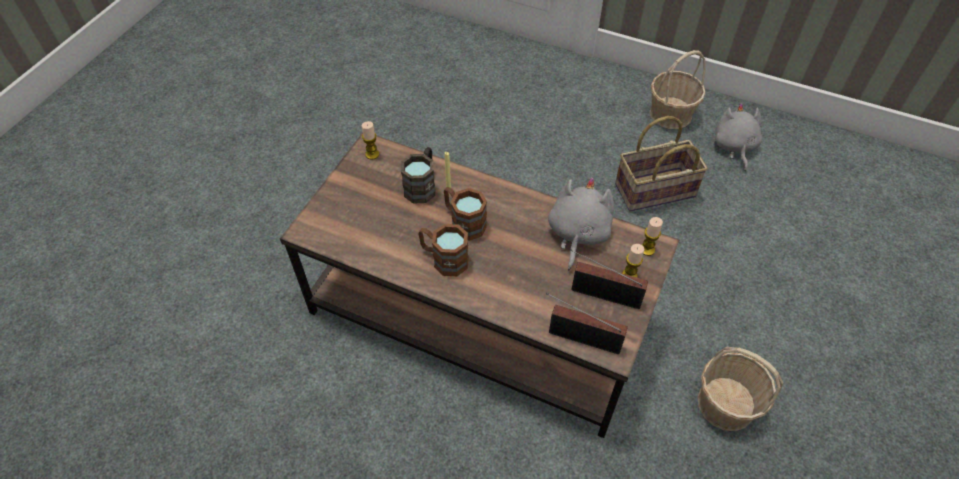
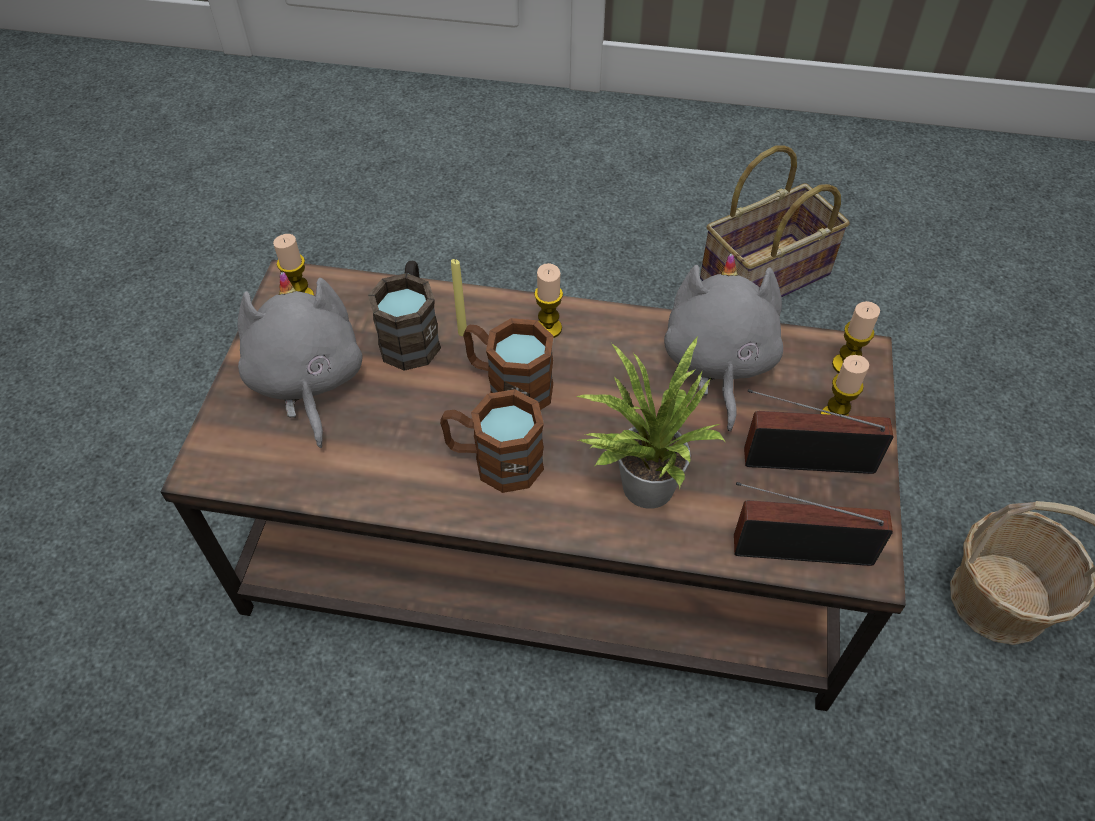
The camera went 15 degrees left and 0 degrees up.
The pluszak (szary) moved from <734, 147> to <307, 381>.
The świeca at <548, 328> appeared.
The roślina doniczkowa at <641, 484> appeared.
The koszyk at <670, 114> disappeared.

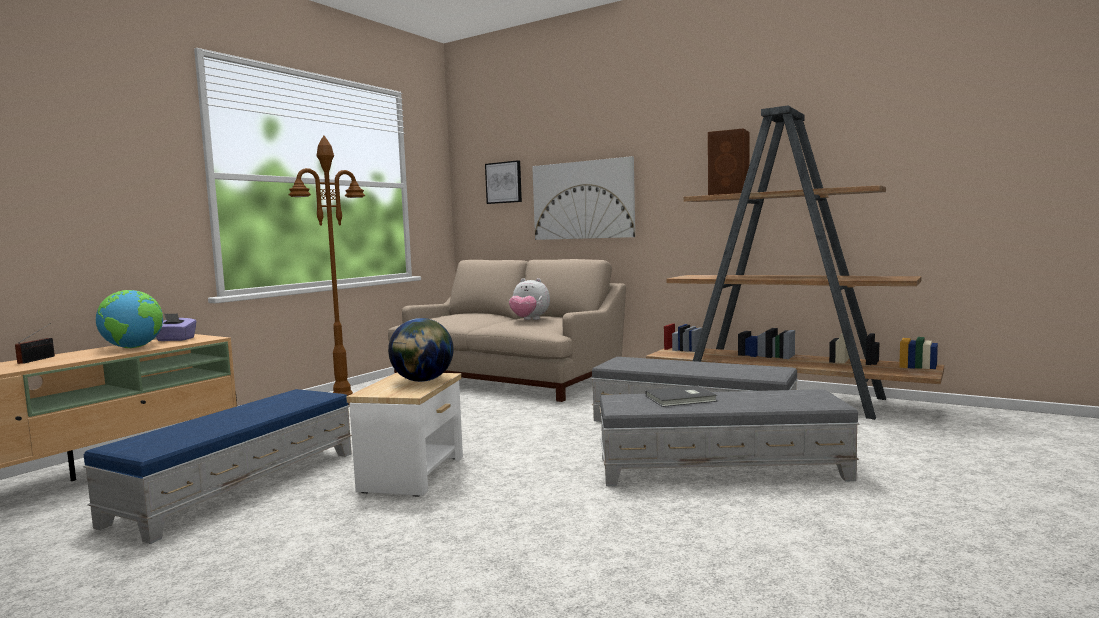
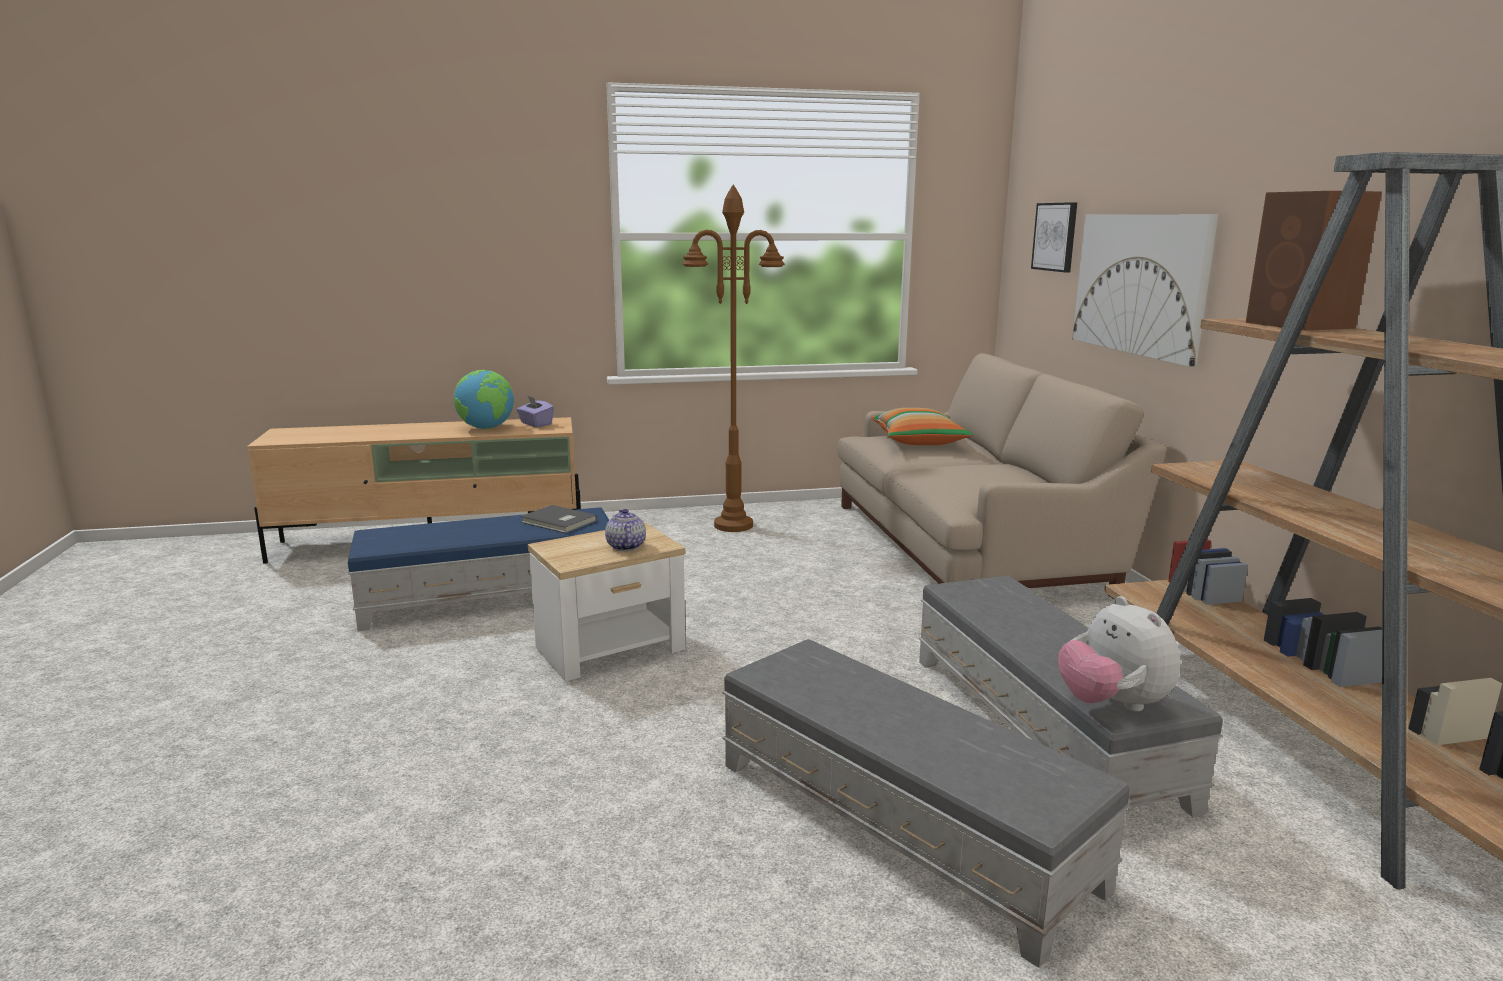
The camera went 45 degrees right and 10 degrees up.
The książka (szary) moved from <682, 399> to <558, 522>.
The globus at <422, 381> was replaced by the imbryk at <625, 546>.
The poduszka at <919, 441> appeared.
The pluszak moved from <529, 320> to <1112, 704>.
The radio at <39, 359> disappeared.

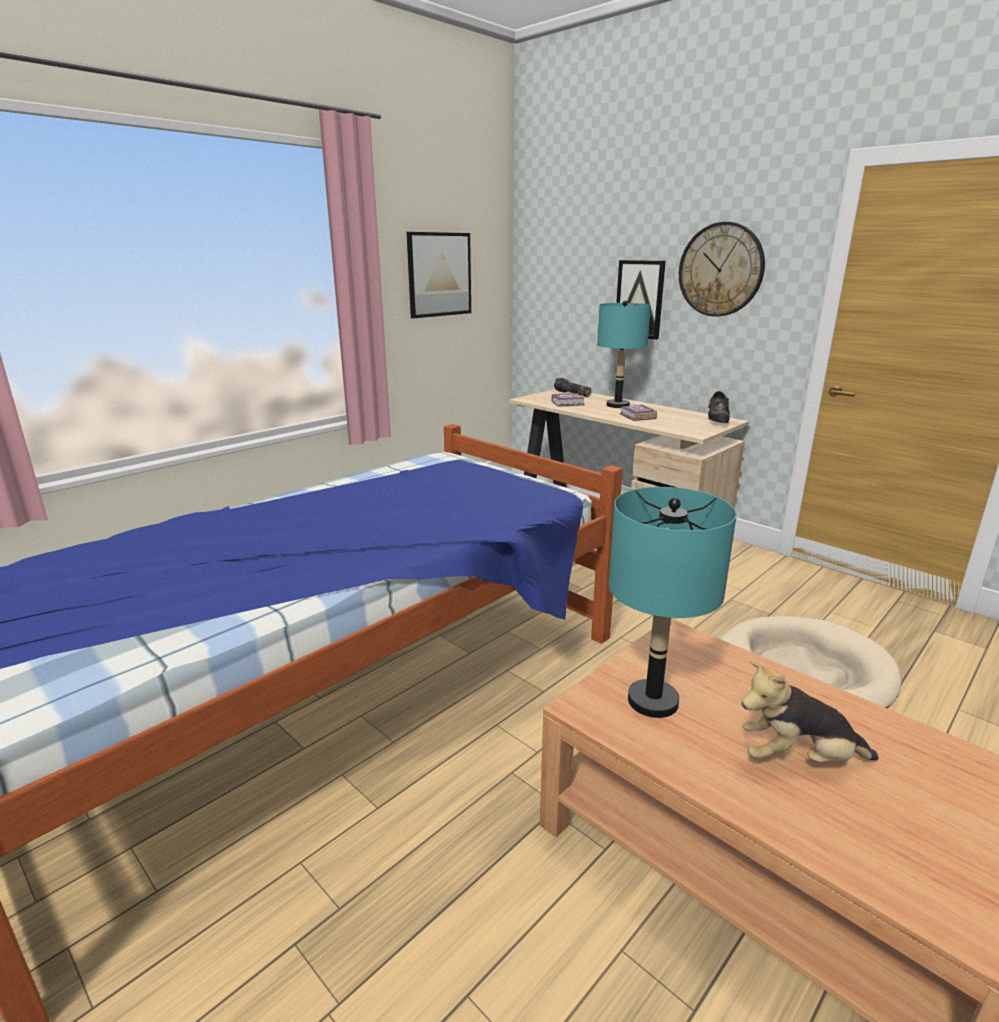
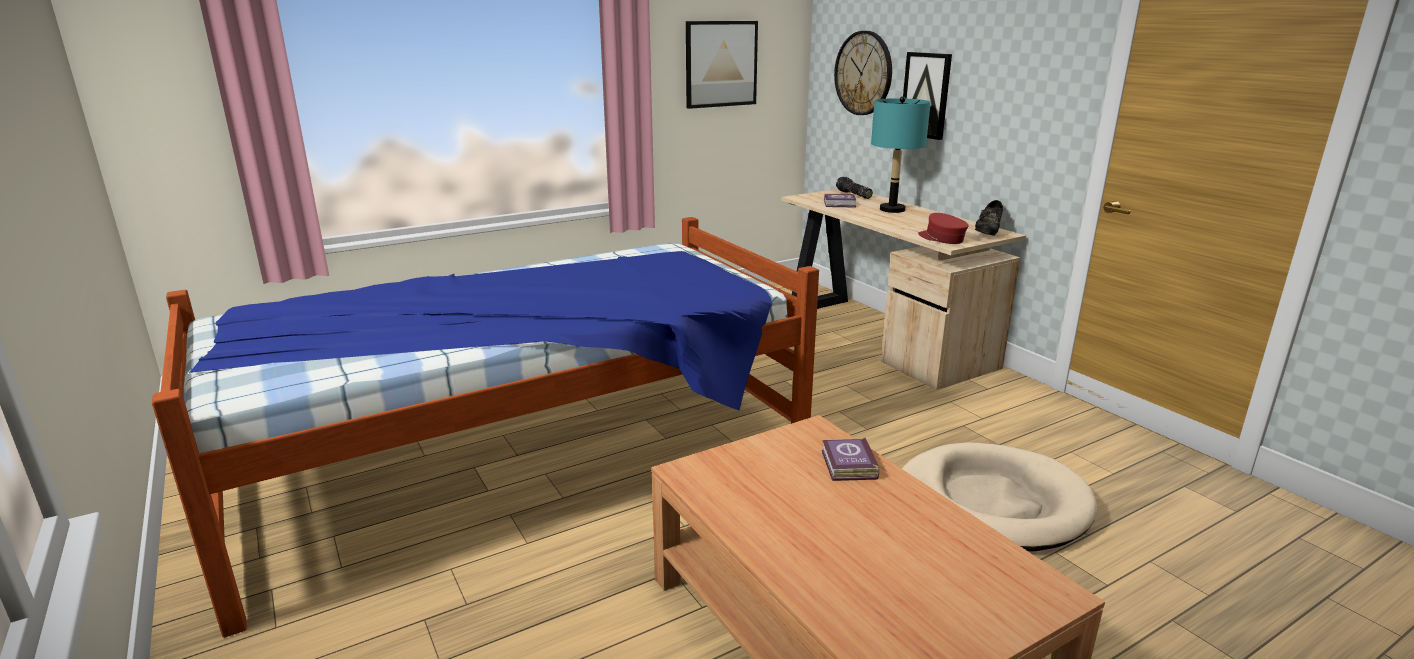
The camera went 15 degrees right and 0 degrees up.
The książka moved from <637, 416> to <848, 465>.
The zegar ścienny moved from <721, 270> to <863, 73>.
The czapka z daszkiem (czerwony) at <941, 238> appeared.
The lampa stołowa (turkusowy) at <653, 702> disappeared.
The pluszak at <797, 758> disappeared.

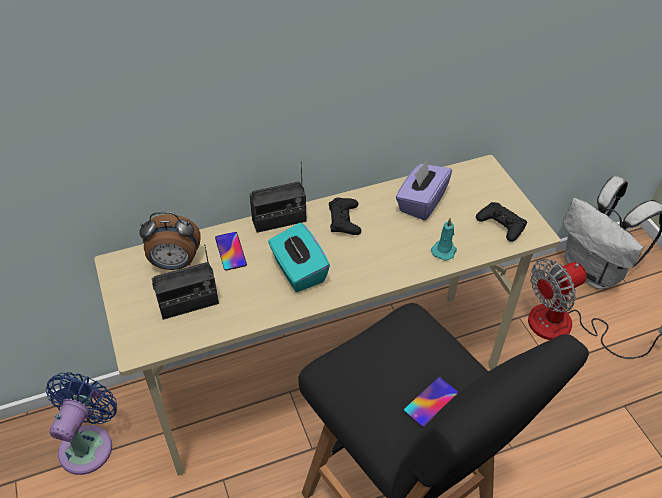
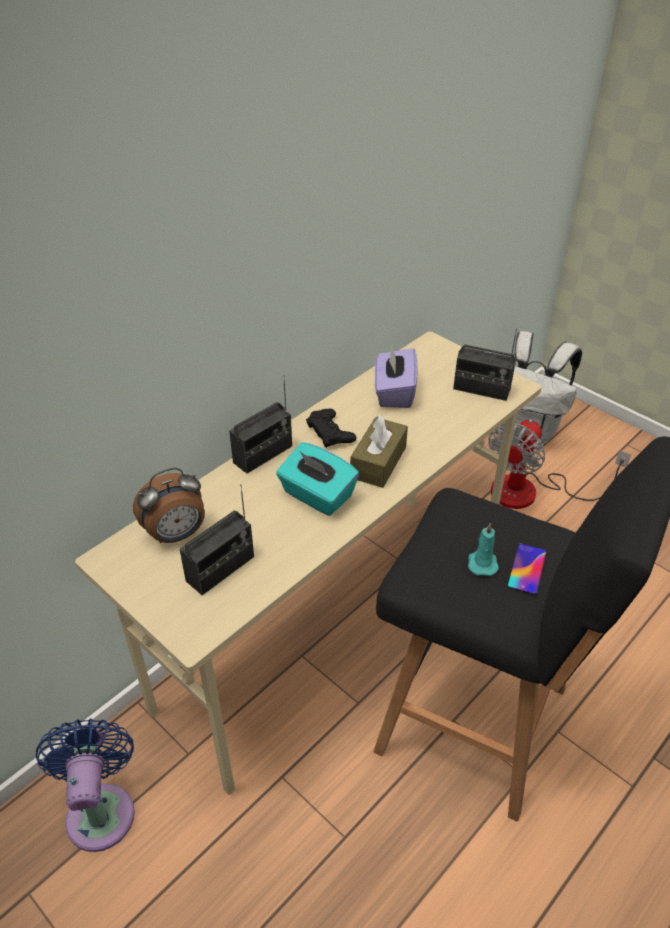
The camera went 25 degrees left and 5 degrees down.
The pudełko chusteczek (brązowy) at <378, 462> appeared.
The pad do gier (czarny) at <501, 225> was replaced by the radio at <481, 389>.
The świeca (turkusowy) moved from <444, 250> to <482, 563>.
The telefon at <230, 251> disappeared.

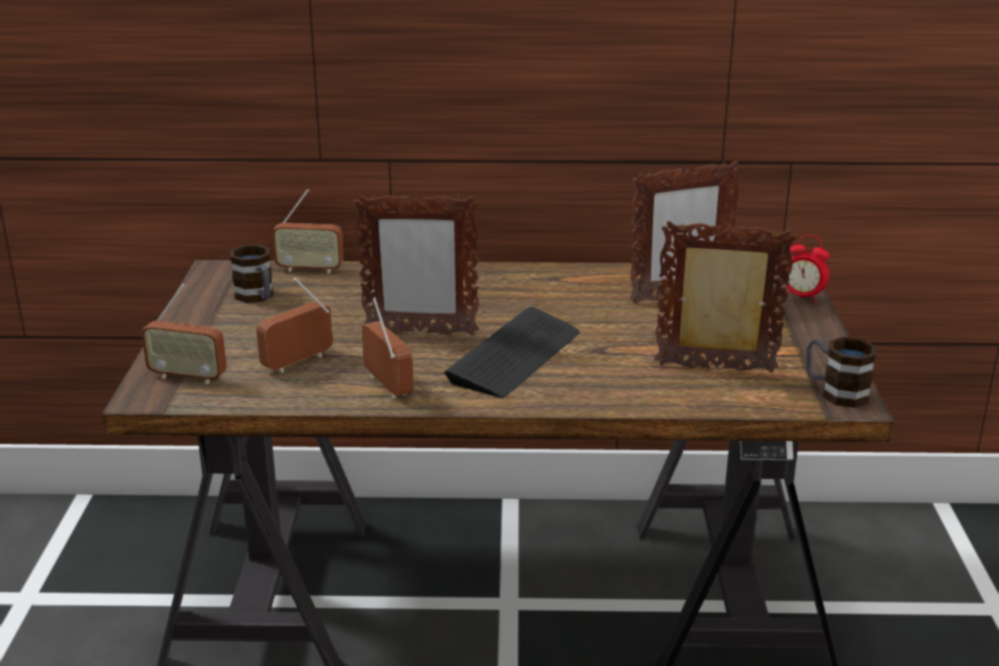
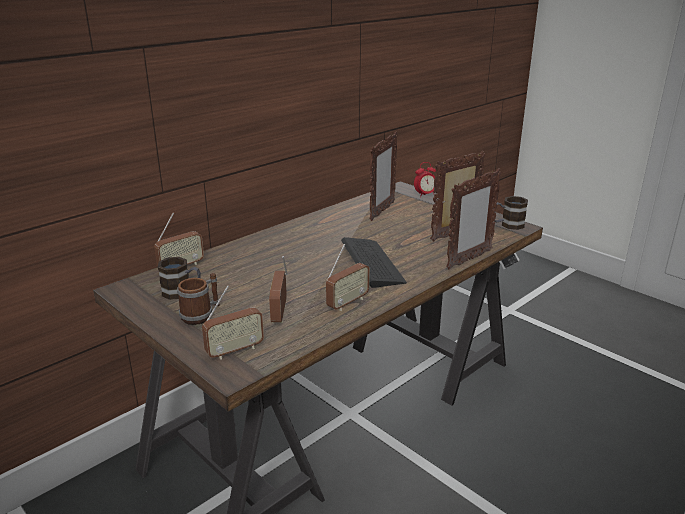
The camera went 45 degrees left and 0 degrees up.
The kubek at <201, 314> appeared.
The radio at <387, 386> turned 120 degrees clockwise.
The ramka na zdjęcie moved from <420, 332> to <468, 260>.

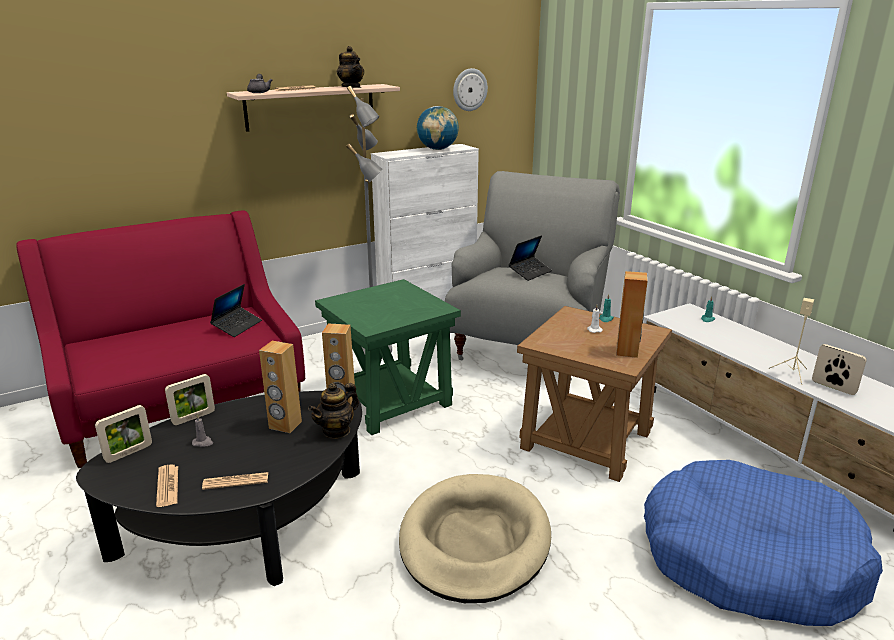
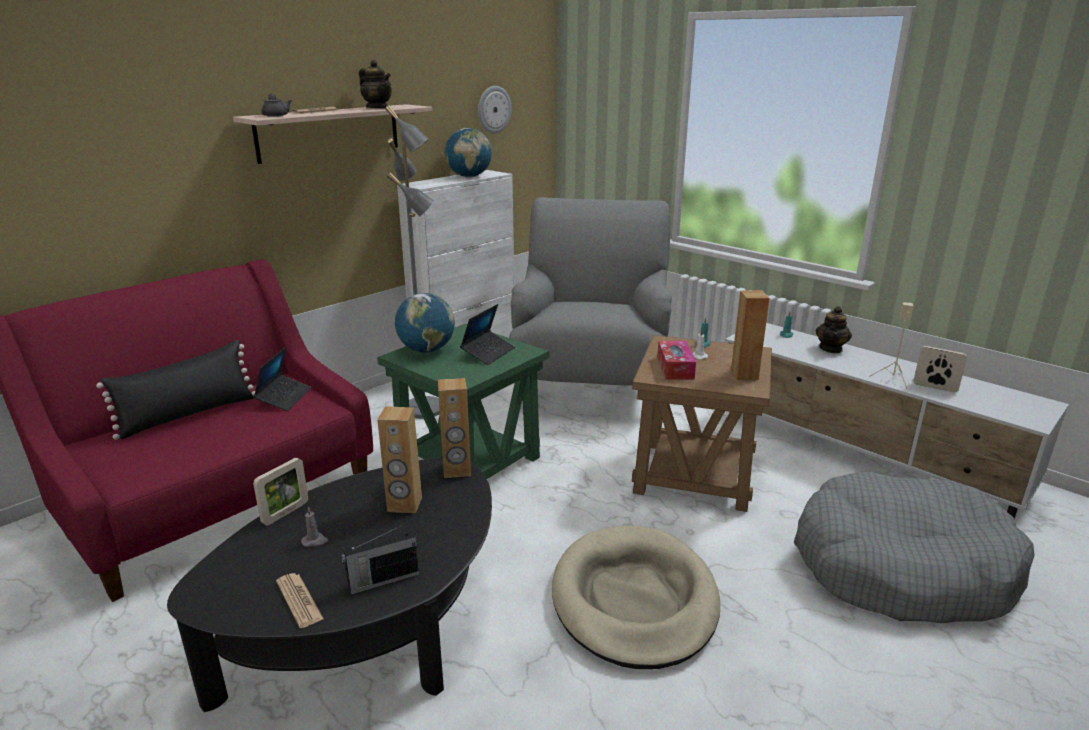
The camera went 15 degrees left and 0 degrees up.
The poduszka (czarny) at <188, 415> appeared.
The gazeta at <236, 481> was replaced by the radio at <382, 580>.
The globus at <426, 350> appeared.
The laptop moved from <530, 272> to <488, 353>.
The pudełko chusteczek at <675, 368> appeared.
The legowisko (niebieski) at <748, 560> became the legowisko (szary) at <900, 568>.
The imbryk moved from <336, 431> to <831, 349>.
The ramka na zdjęcie at <128, 453> disappeared.

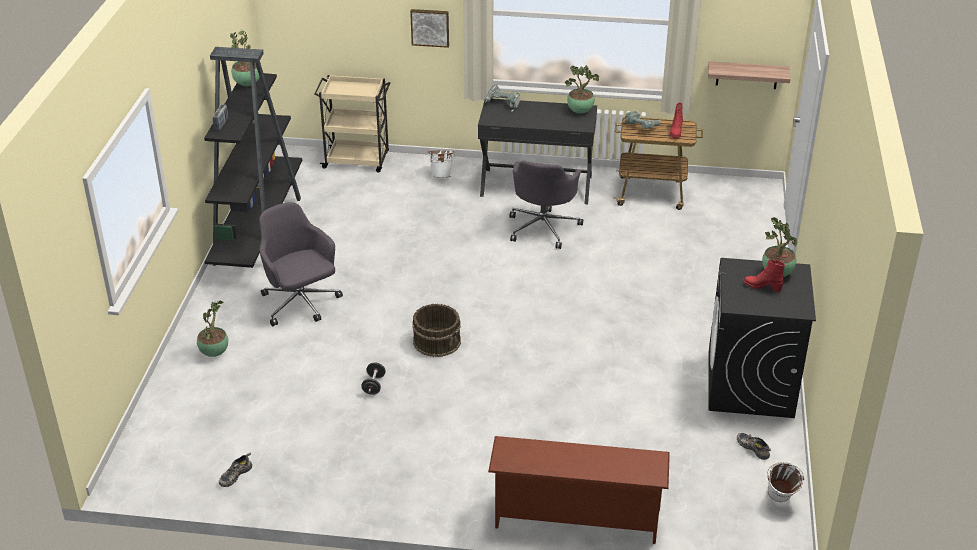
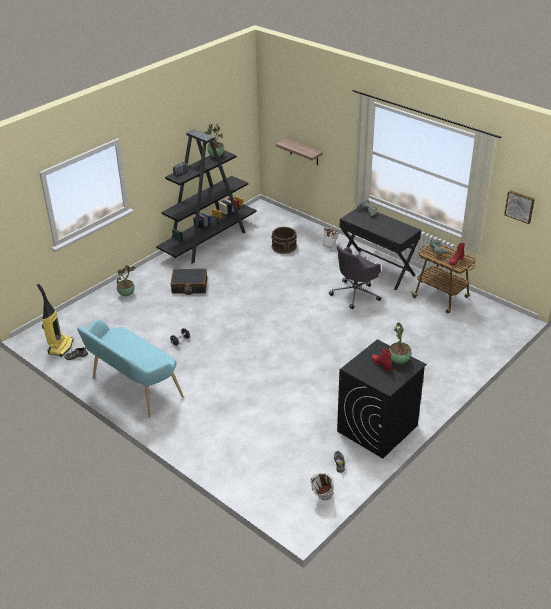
The camera went 35 degrees right and 0 degrees up.
The odkurzacz at <60, 347> appeared.
The ławka (turkusowy) at <132, 389> appeared.
The krzesło biurowe (szary) at <301, 304> was replaced by the walizka (czarny) at <189, 286>.
The wiadro (brązowy) moved from <437, 341> to <284, 246>.
The półka moved from <747, 75> to <304, 152>.
The obraz moved from <430, 27> to <520, 206>.
The wózek (beżowy) at <357, 160> disappeared.
The regał na buty (brązowy) at <575, 519> disappeared.
The roślina doniczkowa at <581, 111> disappeared.

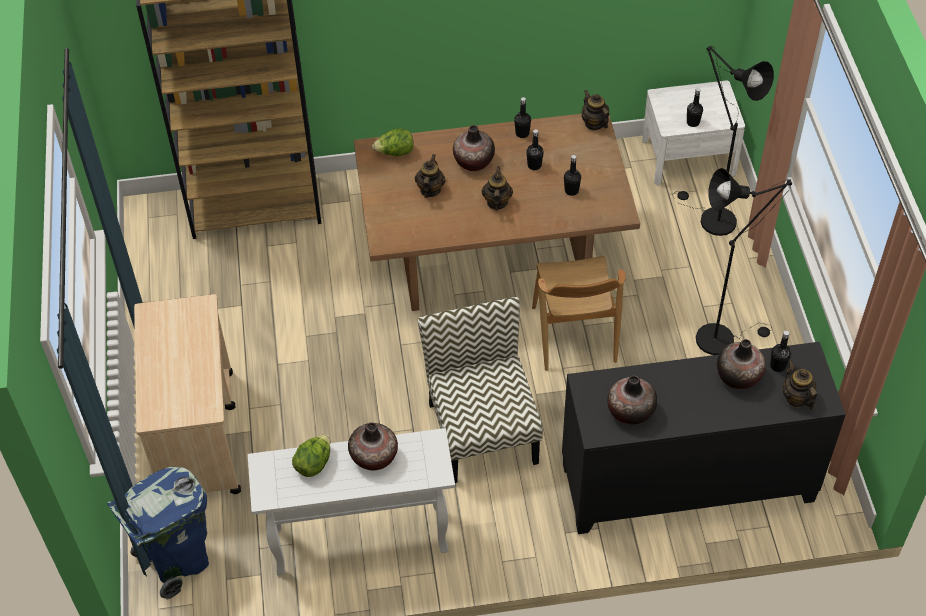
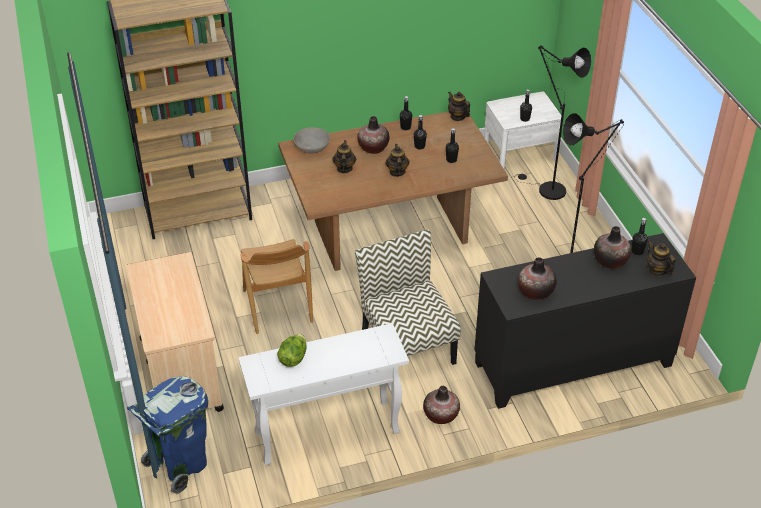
The camera went 10 degrees left and 10 degrees down.
The krzesło (brązowy) moved from <574, 335> to <277, 306>.
The sałata at <395, 153> was replaced by the miska (szary) at <312, 147>.
The wazon moved from <374, 457> to <441, 415>.

